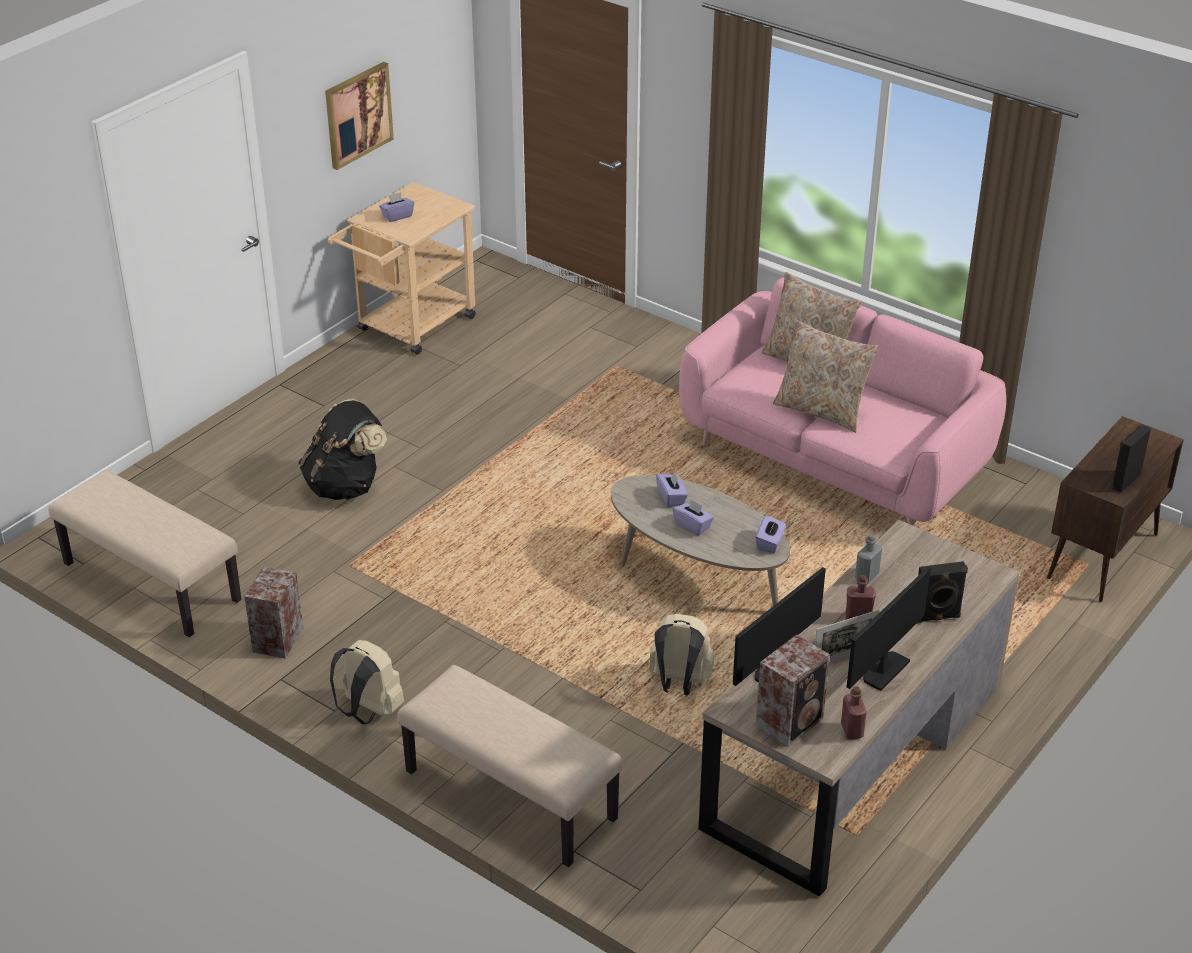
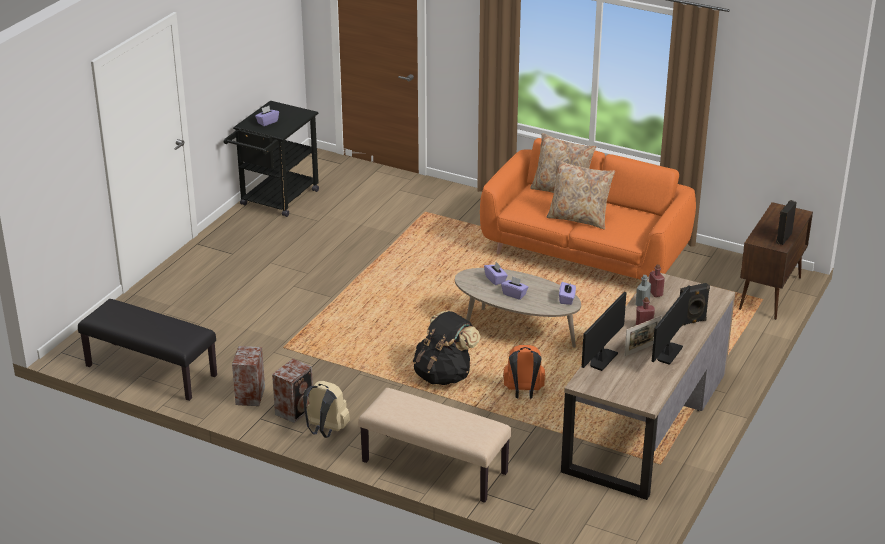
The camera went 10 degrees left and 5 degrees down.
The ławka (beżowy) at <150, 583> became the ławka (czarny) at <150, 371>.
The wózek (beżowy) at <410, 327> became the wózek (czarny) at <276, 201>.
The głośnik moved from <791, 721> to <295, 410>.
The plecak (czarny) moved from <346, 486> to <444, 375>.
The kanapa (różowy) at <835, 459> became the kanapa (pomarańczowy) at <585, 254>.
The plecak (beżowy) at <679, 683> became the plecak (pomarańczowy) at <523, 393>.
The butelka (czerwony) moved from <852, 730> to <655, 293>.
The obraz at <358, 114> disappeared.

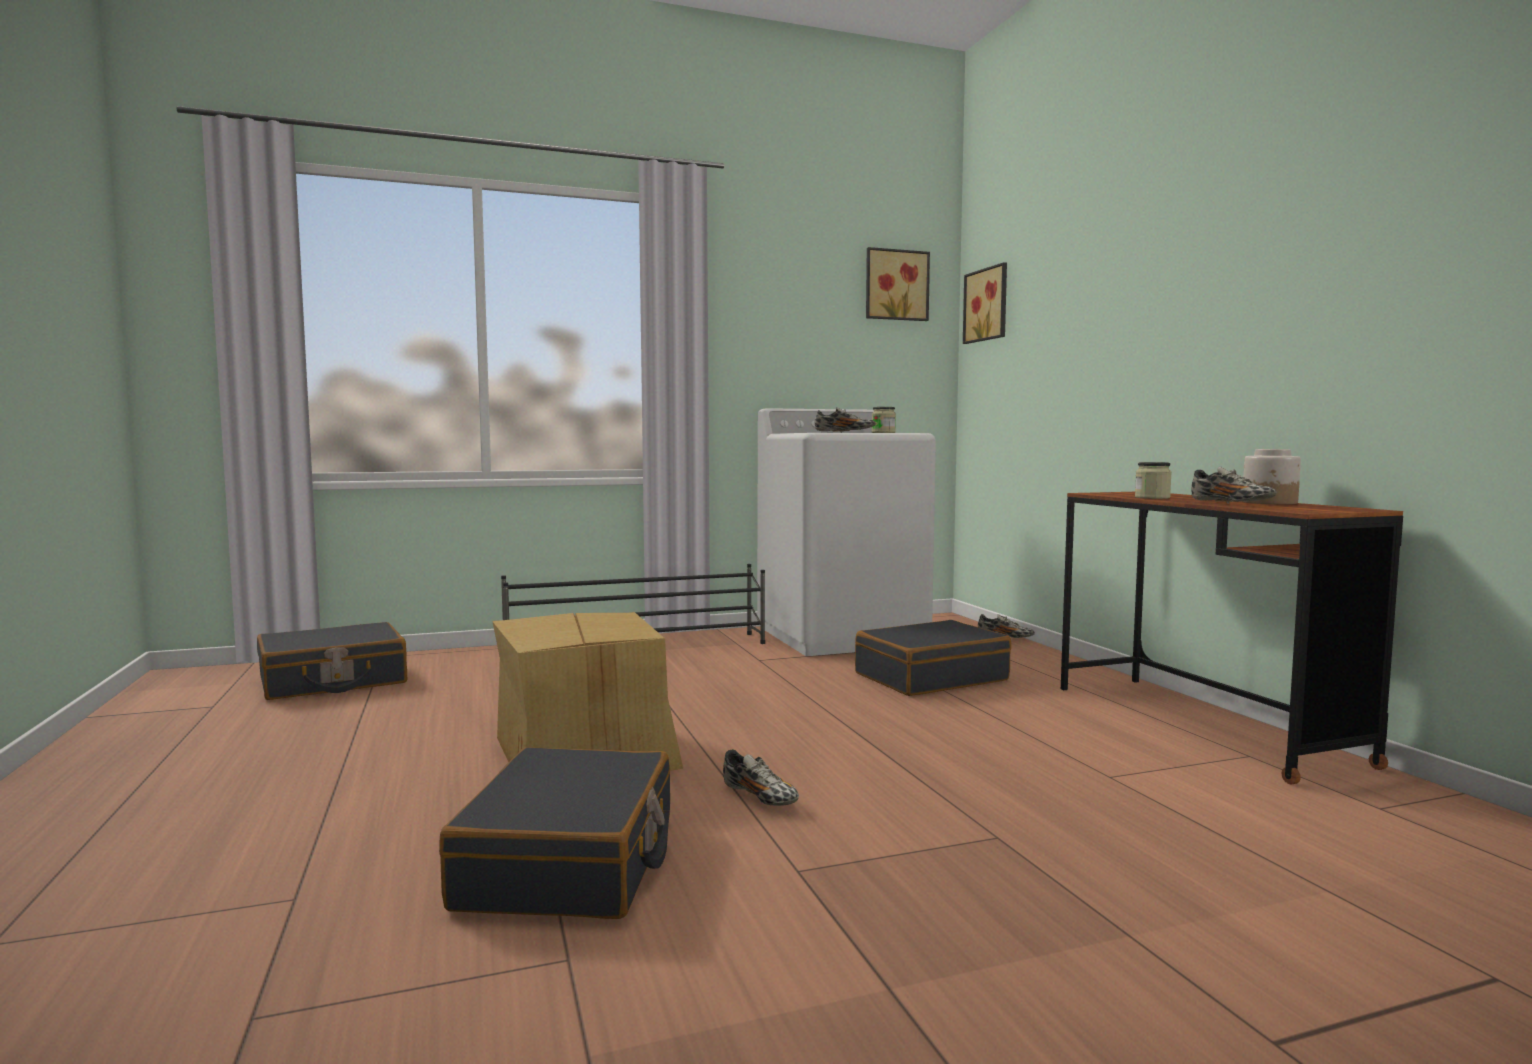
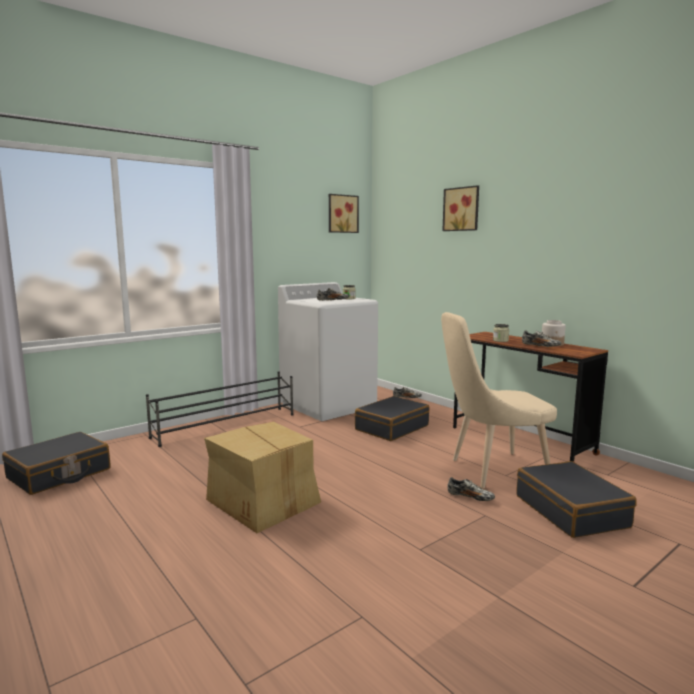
The camera went 20 degrees left and 5 degrees up.
The krzesło (beżowy) at <492, 471> appeared.
The obraz moved from <988, 305> to <462, 209>.
The but moved from <760, 798> to <470, 497>.
The walizka (czarny) moved from <571, 862> to <571, 511>.

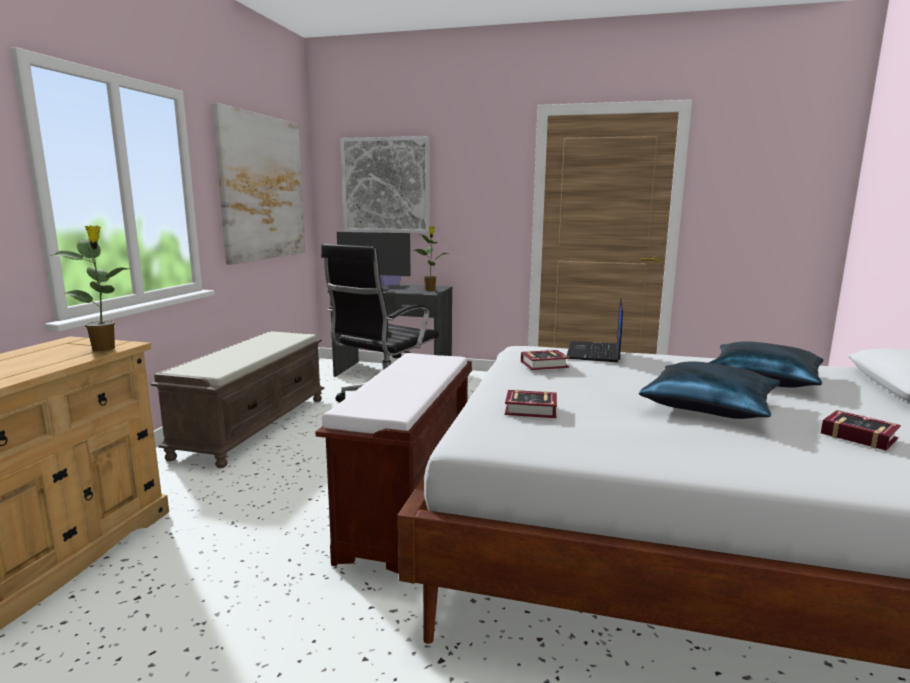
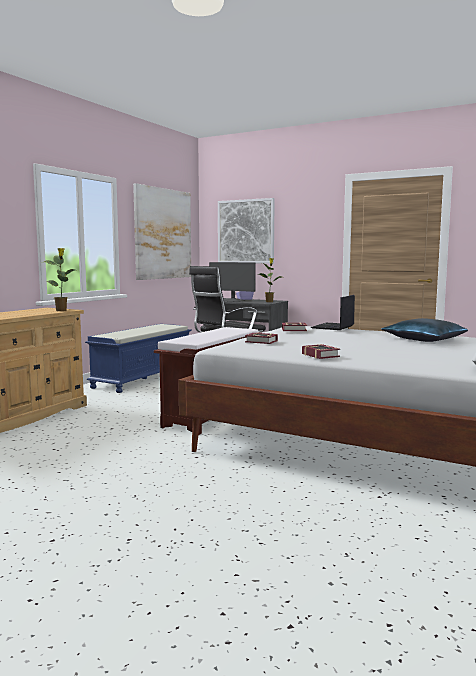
The camera went 15 degrees right and 5 degrees down.
The ławka (brązowy) at <253, 425> became the ławka (niebieski) at <143, 378>.
The książka moved from <856, 435> to <320, 355>.
The poduszka (niebieski) at <709, 405> disappeared.

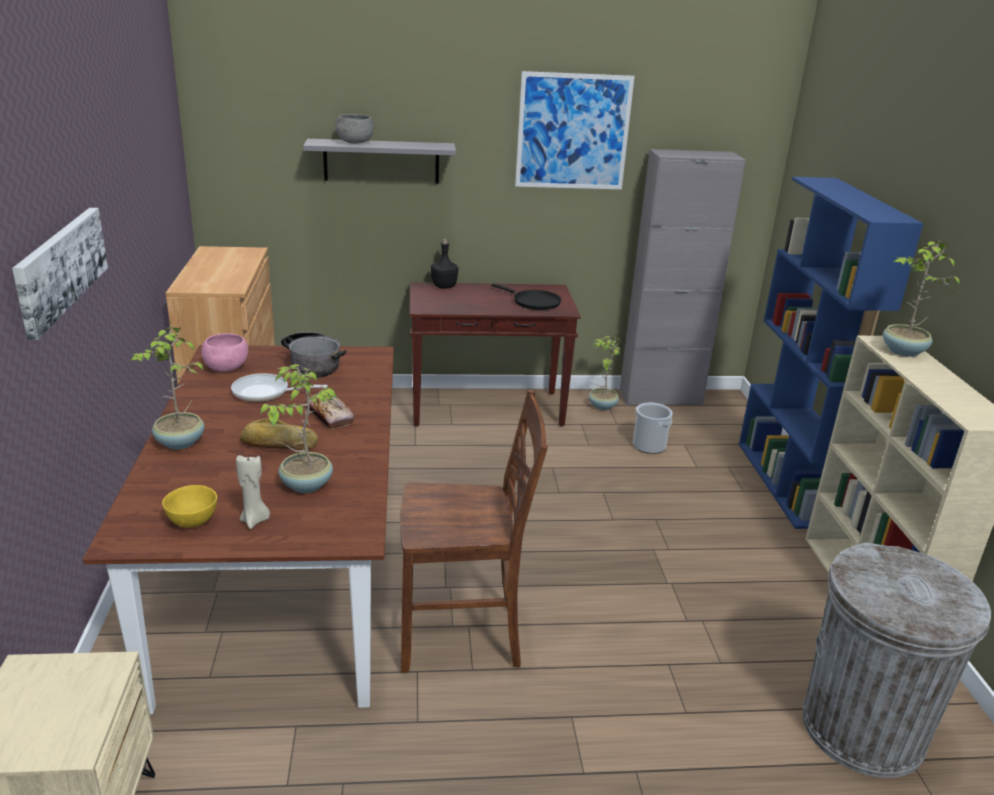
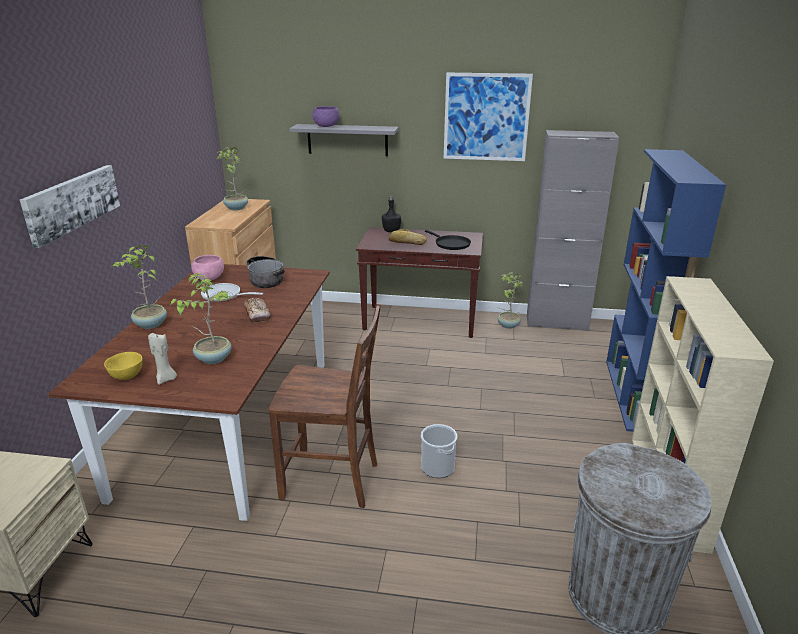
The camera went 15 degrees right and 0 degrees up.
The roślina doniczkowa moved from <902, 351> to <236, 208>.
The miska (szary) at <355, 143> became the miska (fioletowy) at <326, 126>.
The chleb moved from <278, 444> to <407, 242>.
The wiadro moved from <649, 446> to <437, 467>.

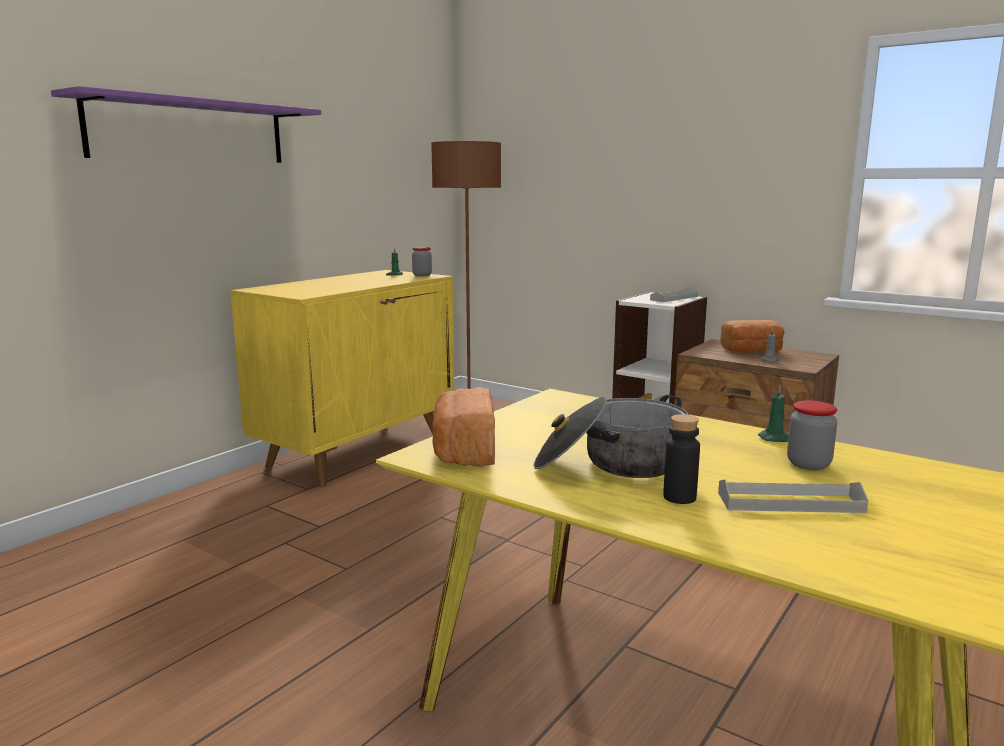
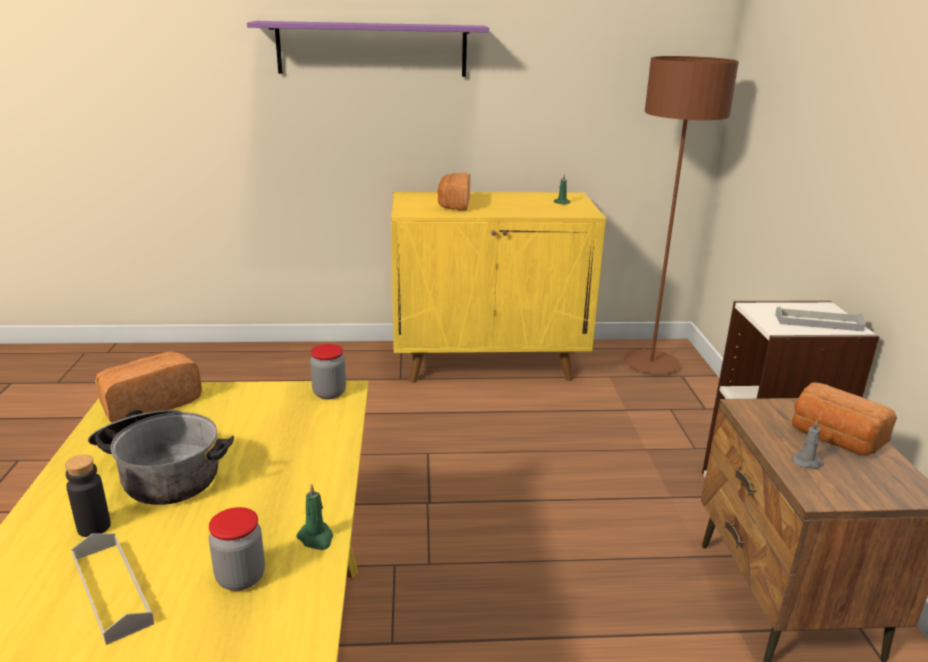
The camera went 50 degrees right and 10 degrees up.
The słoik moved from <422, 275> to <329, 393>.
The chleb at <453, 204> appeared.

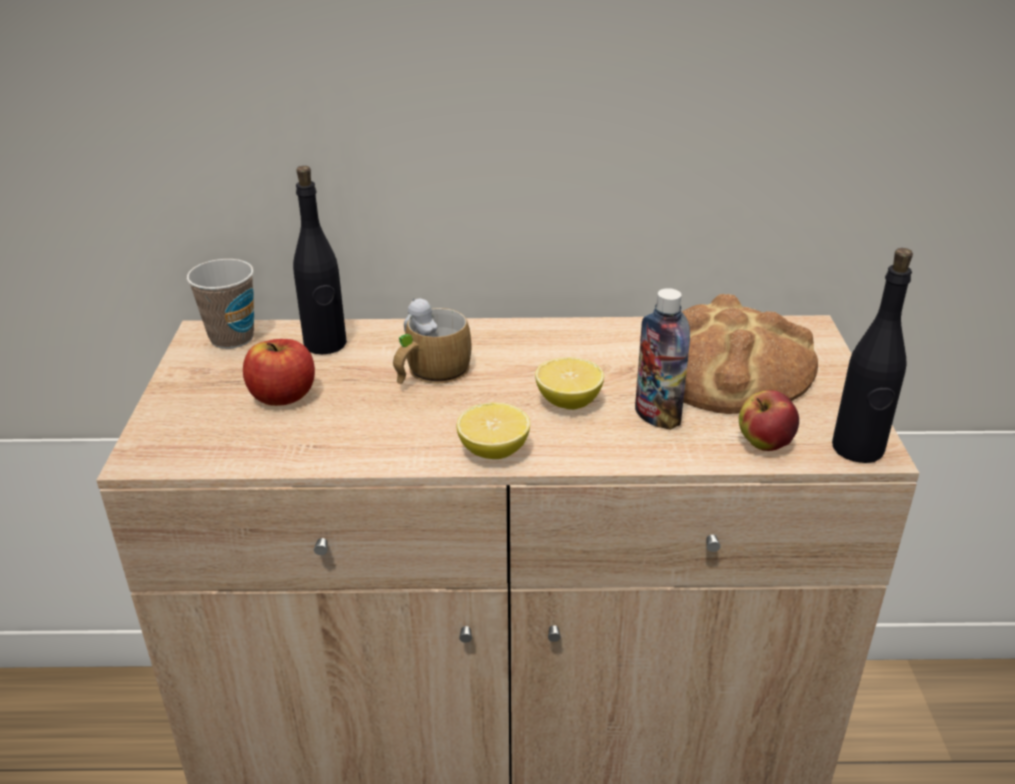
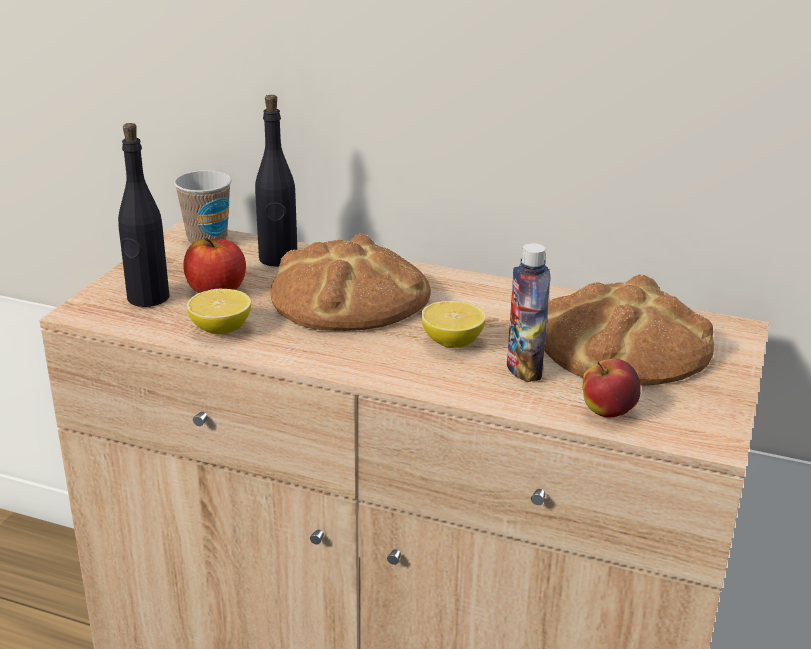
The camera went 20 degrees right and 5 degrees down.
The butelka (czarny) moved from <858, 449> to <148, 298>.
The cytryna moved from <493, 451> to <220, 329>.
The kubek at <429, 372> was replaced by the chleb at <348, 296>.

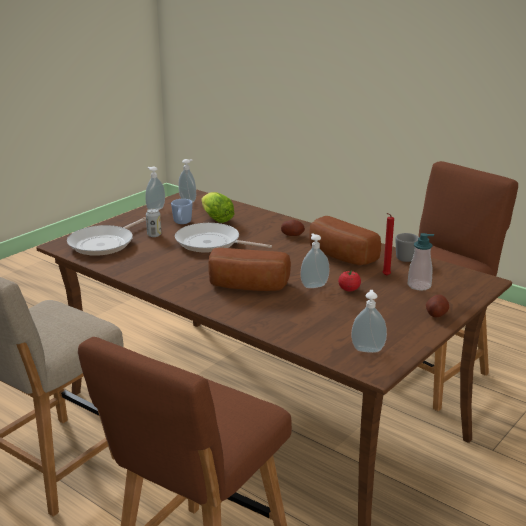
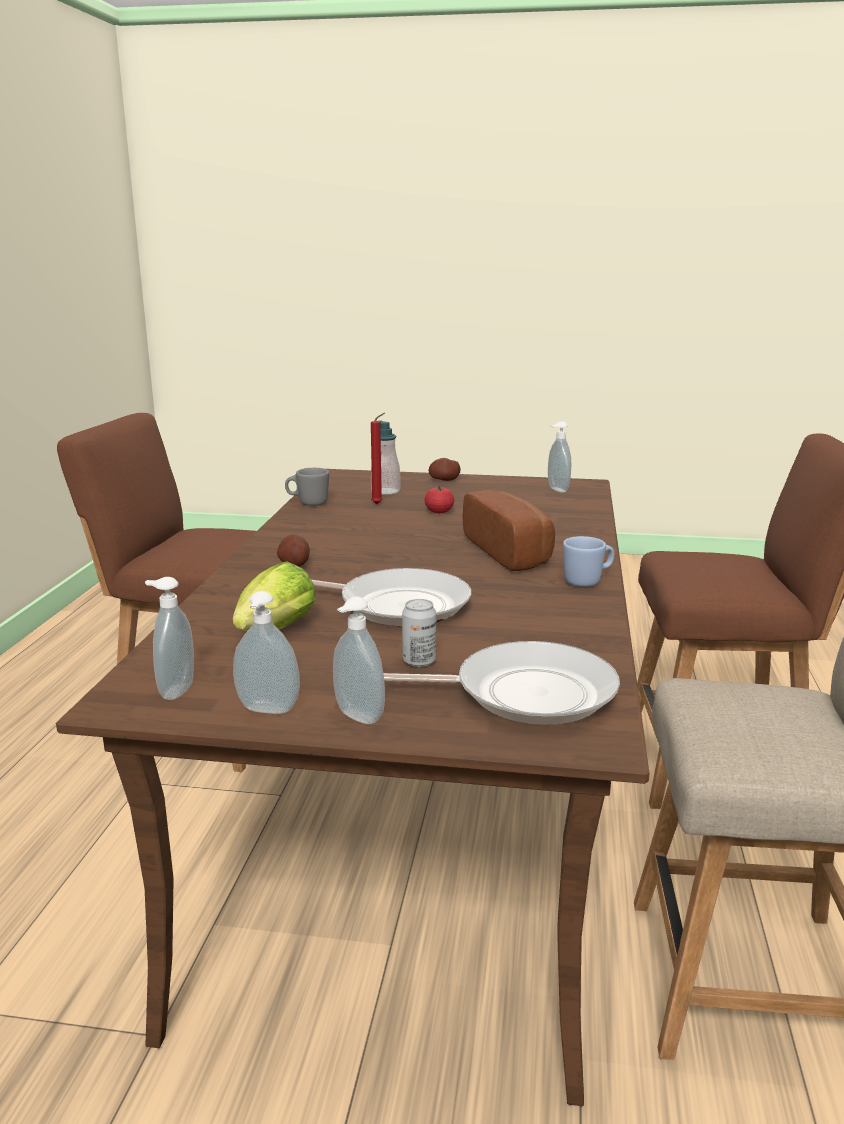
The camera went 120 degrees left and 5 degrees down.
The patelnia at <211, 243> turned 60 degrees counterclockwise.
The dozownik mydła moved from <314, 285> to <356, 717>.
The kubek (niebieski) moved from <182, 223> to <588, 581>.
The chleb at <339, 256> disappeared.

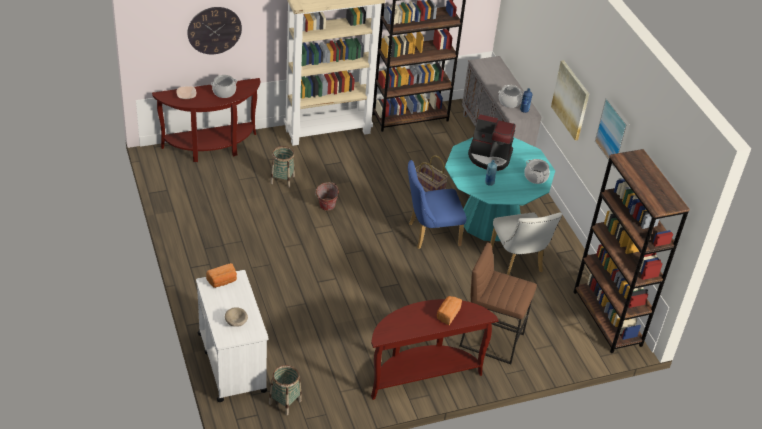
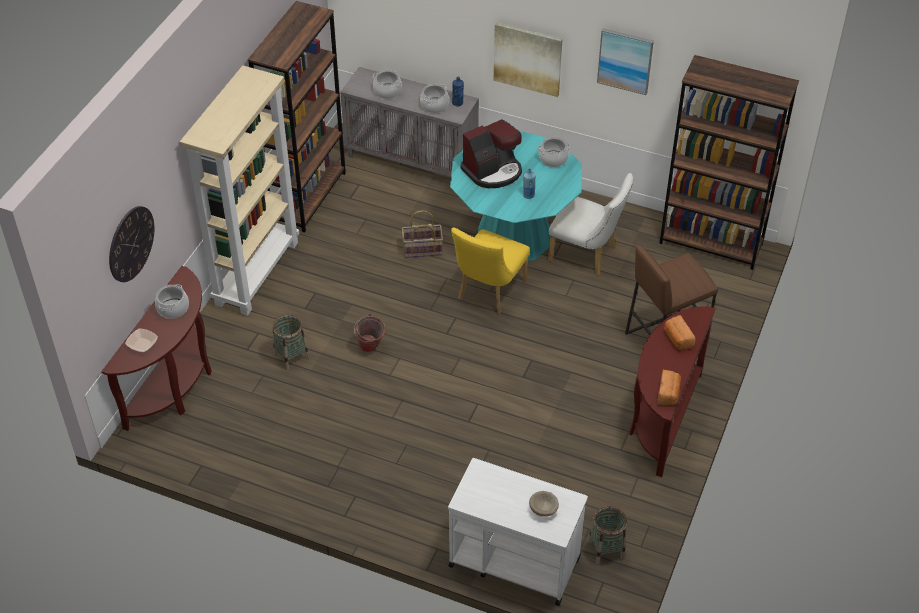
The camera went 45 degrees left and 5 degrees up.
The garnek at <387, 91> appeared.
The krzesło (niebieski) at <430, 234> became the krzesło (żółty) at <488, 293>.
The chleb moved from <222, 281> to <668, 394>.

